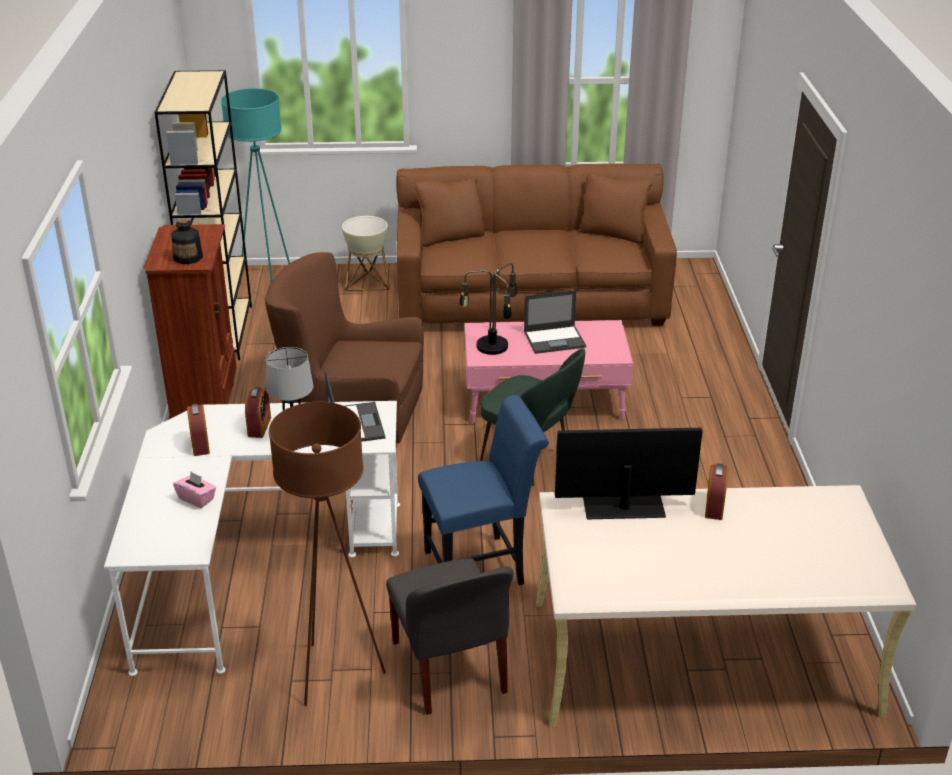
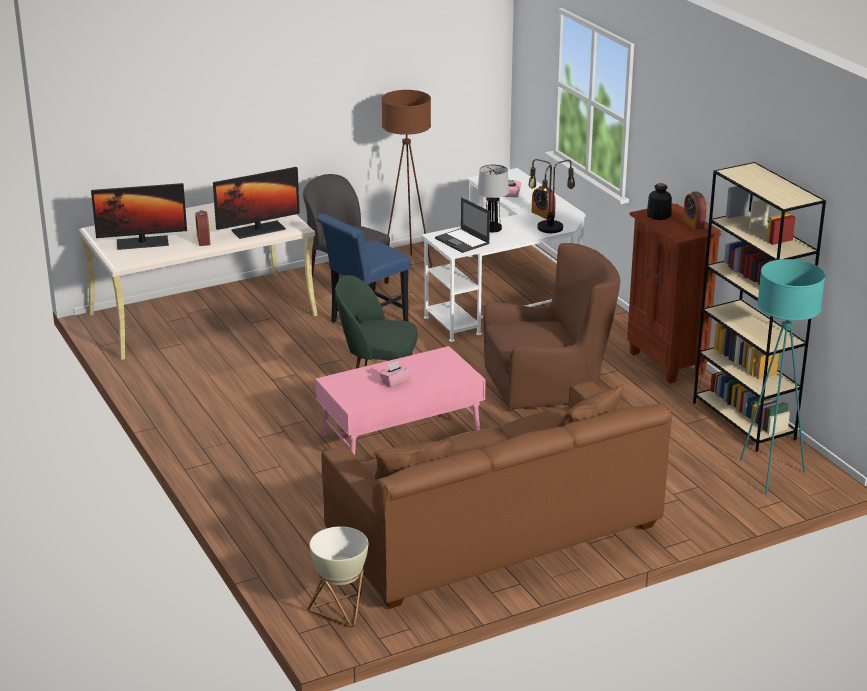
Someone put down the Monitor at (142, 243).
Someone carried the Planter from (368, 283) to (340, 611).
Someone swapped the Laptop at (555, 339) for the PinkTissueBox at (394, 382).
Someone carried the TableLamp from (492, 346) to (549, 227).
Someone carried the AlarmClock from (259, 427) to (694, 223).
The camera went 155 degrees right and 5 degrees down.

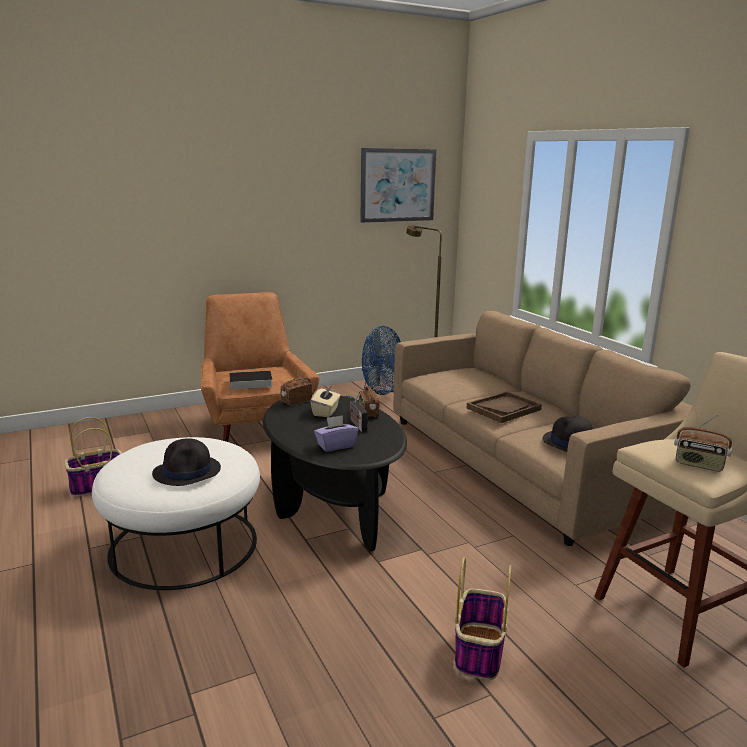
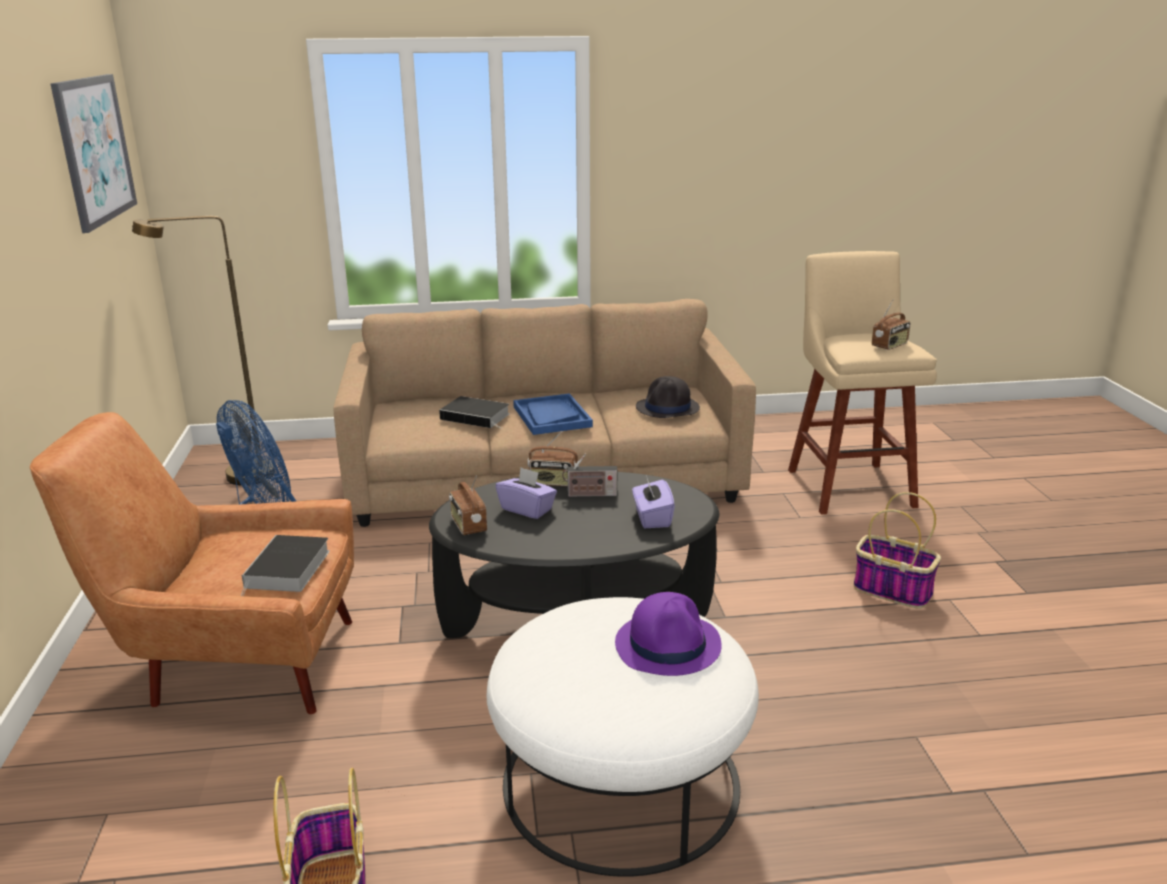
Someone put down the Book at (477, 416).
Someone repainted the BeigeTissueBox at (326, 412), which became the PurpleTissueBox at (527, 509).
Someone repainted the BrownTray at (503, 409), which became the BlueTray at (551, 416).
Someone repainted the BlackHat at (187, 472), which became the PurpleHat at (668, 645).
The camera went 70 degrees left and 5 degrees up.

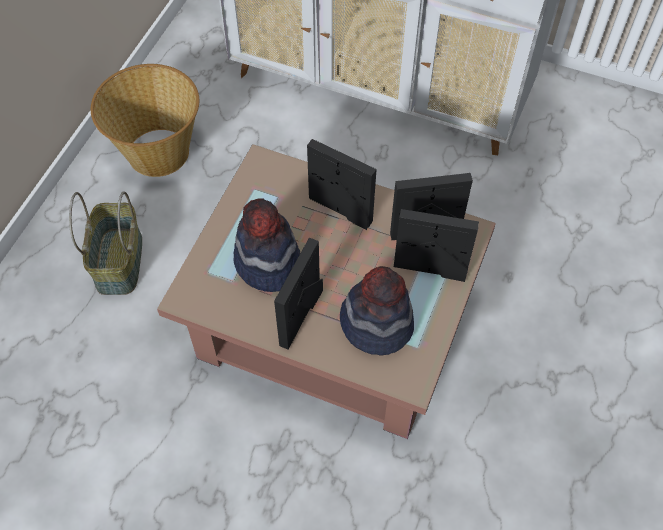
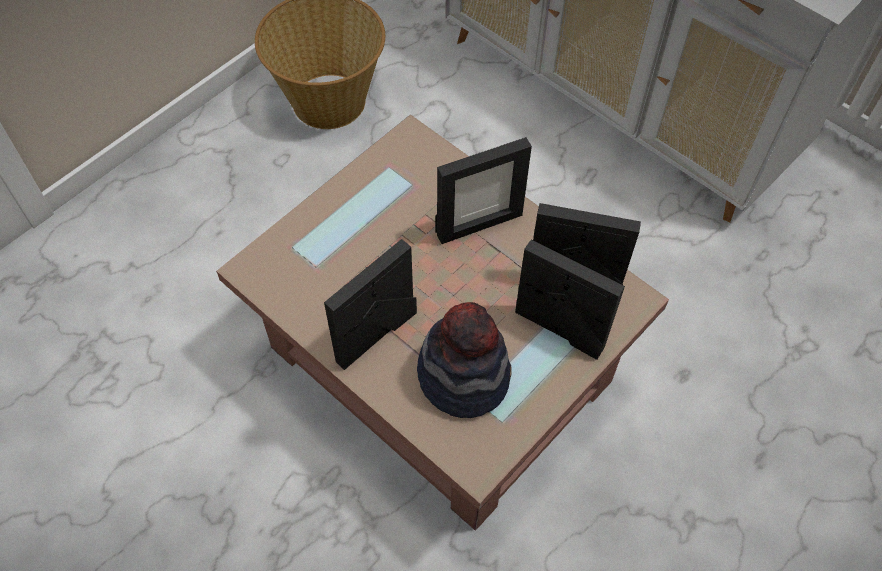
Someone rotated the PictureFrame at (339, 211) by 105 degrees clockwise.
Someone took away the Basket at (118, 261).
Someone took away the Hat at (267, 263).
The camera went 20 degrees right and 0 degrees up.

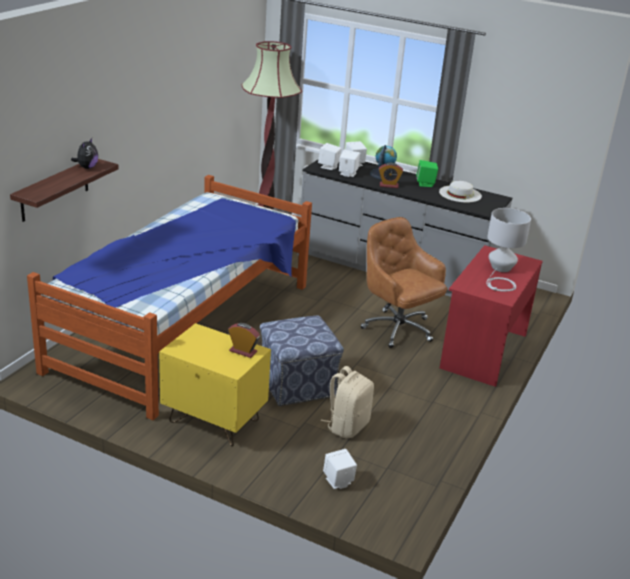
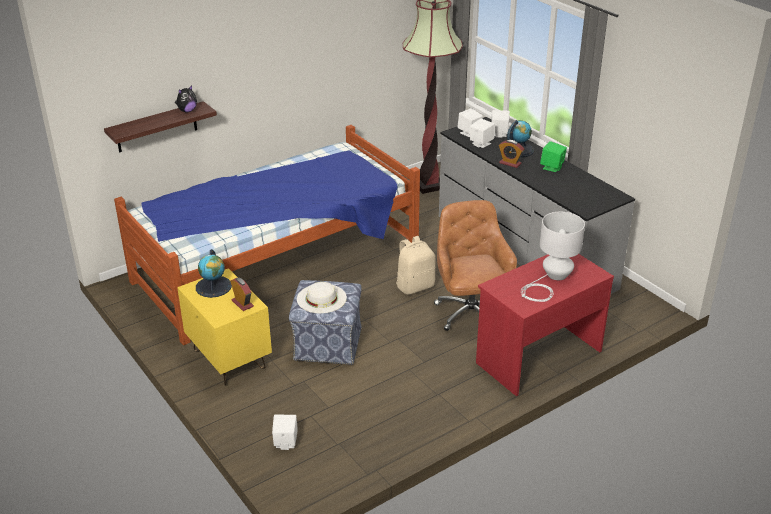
Someone put down the Globe at (213, 286).
Someone carried the WhiteHat from (460, 194) to (321, 298).
Someone carried the BeigeBackpack from (347, 426) to (415, 286).
The camera went 30 degrees right and 5 degrees up.

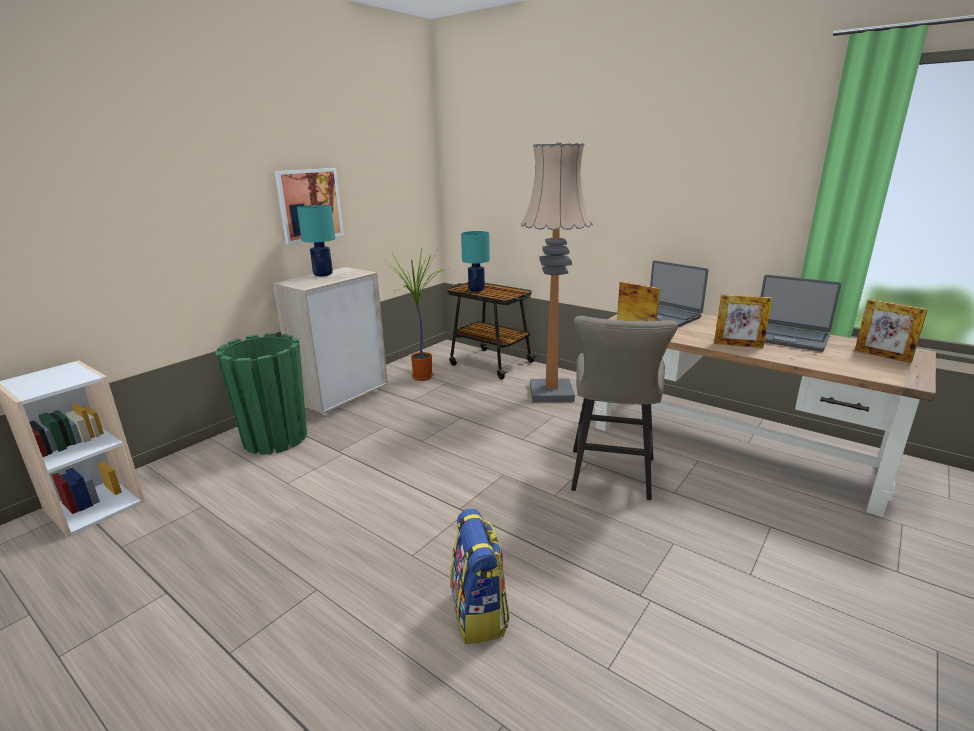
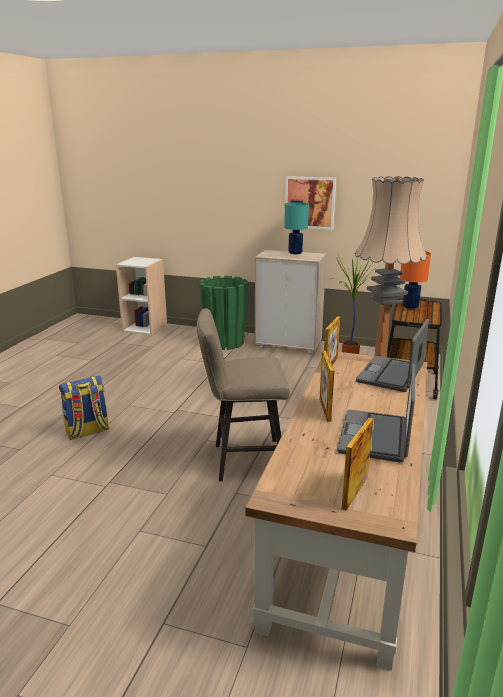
Someone repainted the TurquoiseTableLamp at (476, 290), which became the OrangeTableLamp at (410, 307).
The camera went 70 degrees right and 0 degrees up.

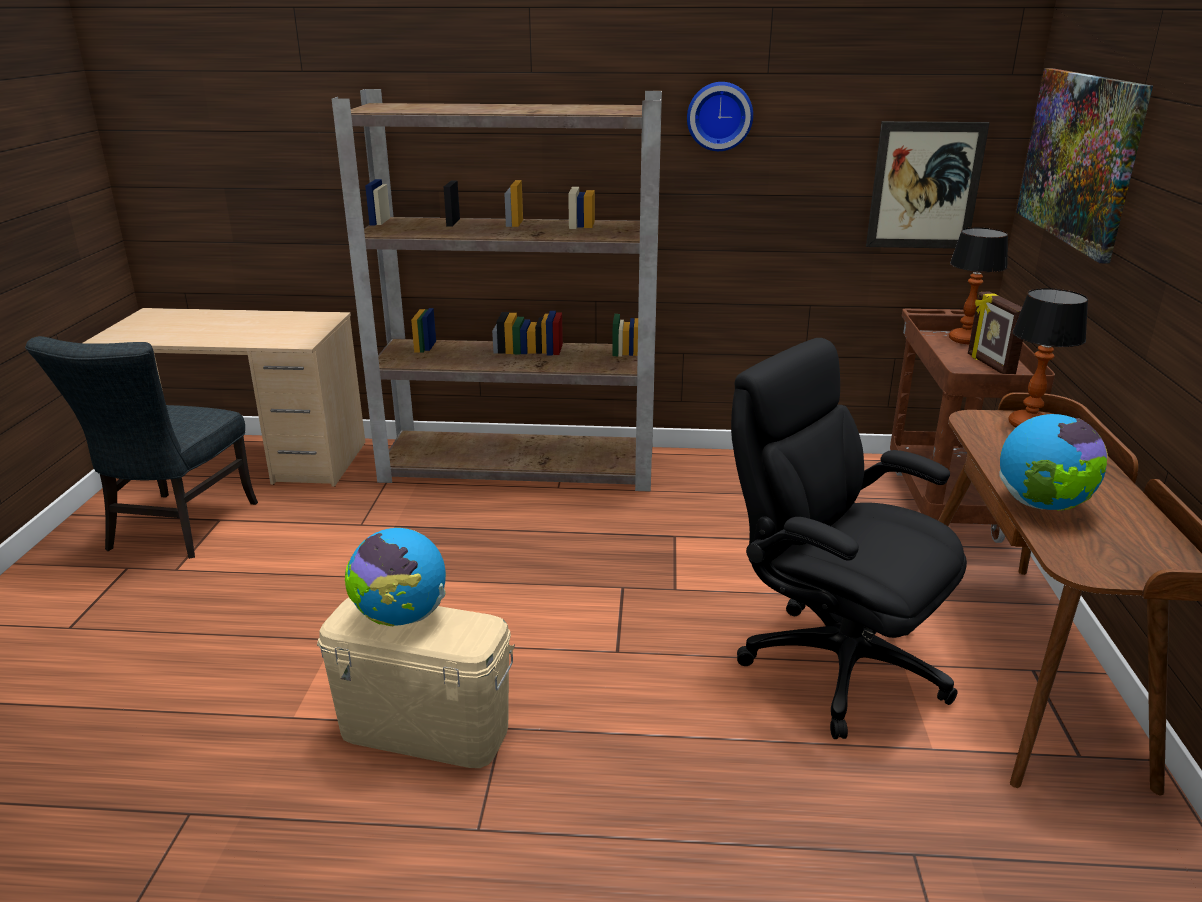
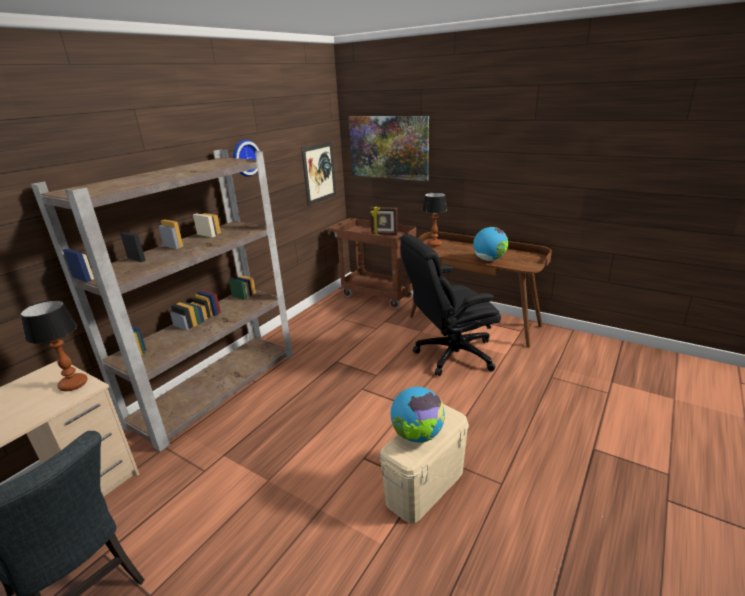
Someone carried the TableLamp from (965, 340) to (74, 384).
The camera went 60 degrees left and 0 degrees up.

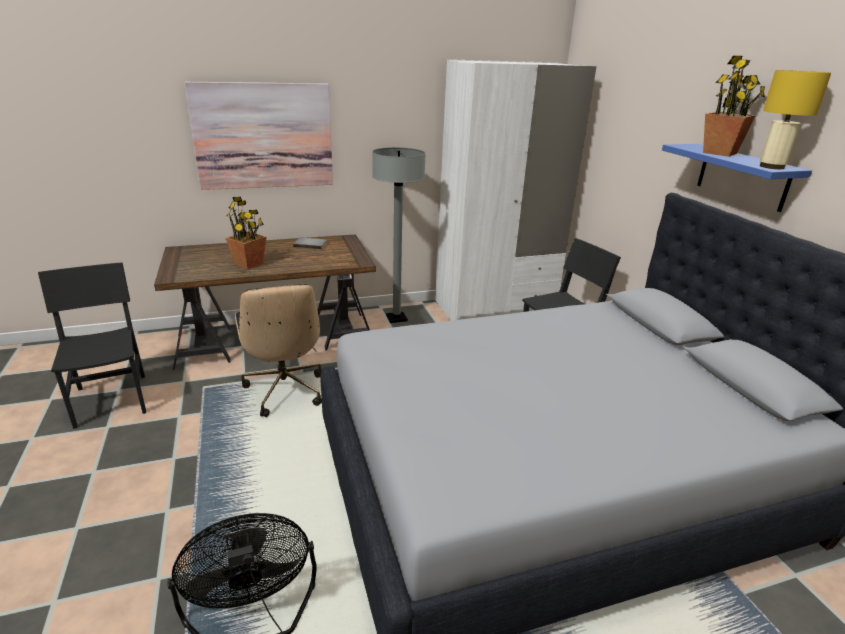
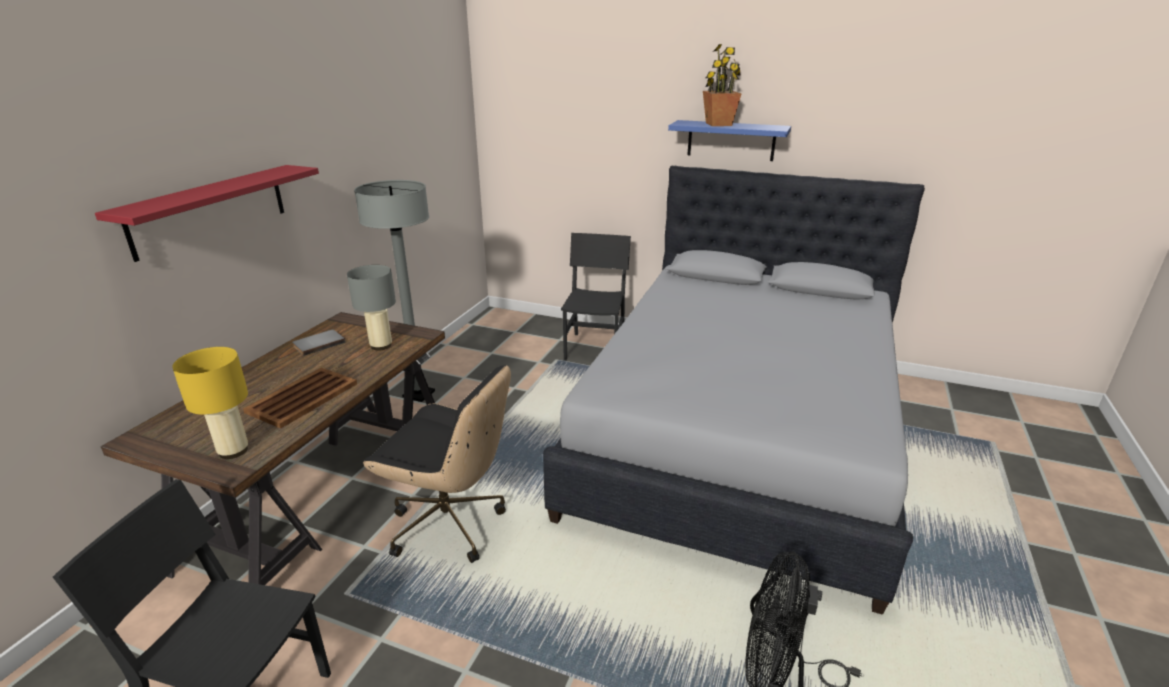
Someone swapped the Picture at (264, 136) for the RedShelf at (210, 210).
Someone carried the YellowTableLamp from (771, 167) to (233, 450).
Someone swapped the PottedPlant at (249, 264) for the BrownTray at (301, 398).
Someone put down the GreyTableLamp at (380, 345).
Someone took away the WhiteWardrobe at (494, 308).
The camera went 50 degrees left and 0 degrees up.

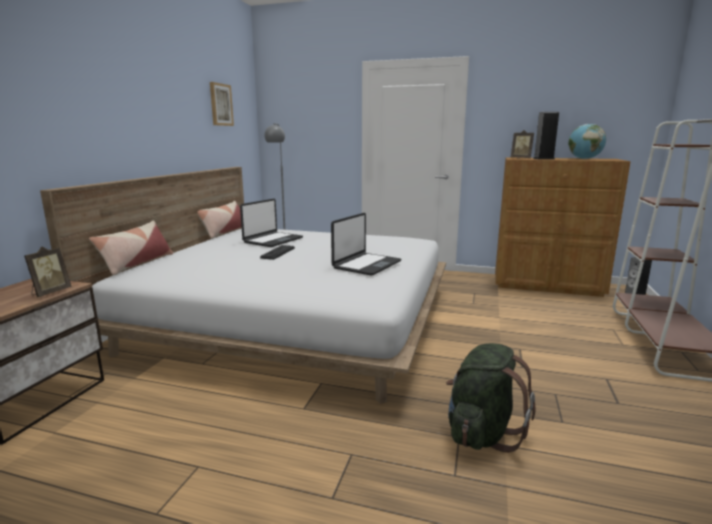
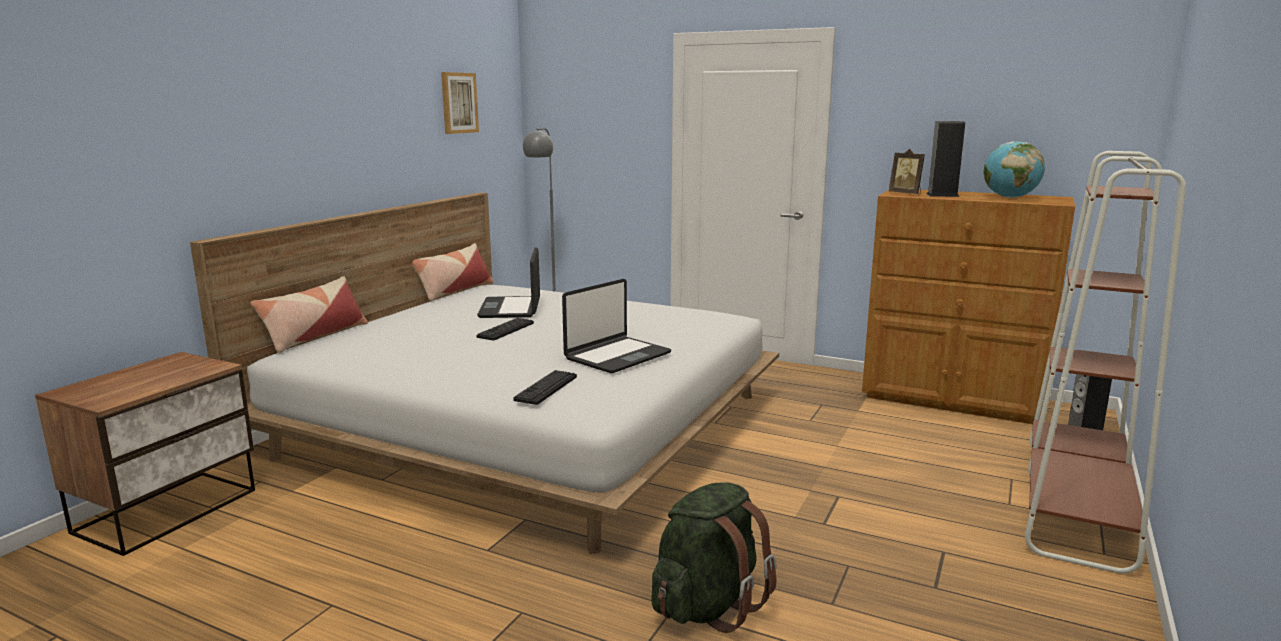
Someone rotated the Laptop at (273, 240) by 135 degrees clockwise.
Someone put down the Keyboard at (546, 388).
Someone took away the PictureFrame at (50, 292).
The camera went 10 degrees right and 0 degrees up.

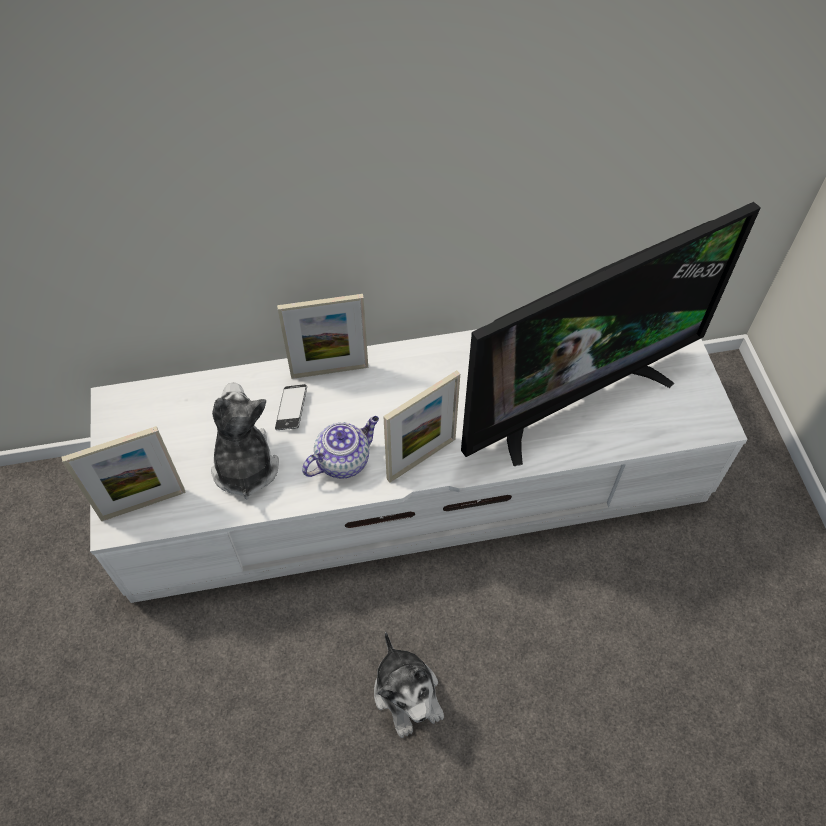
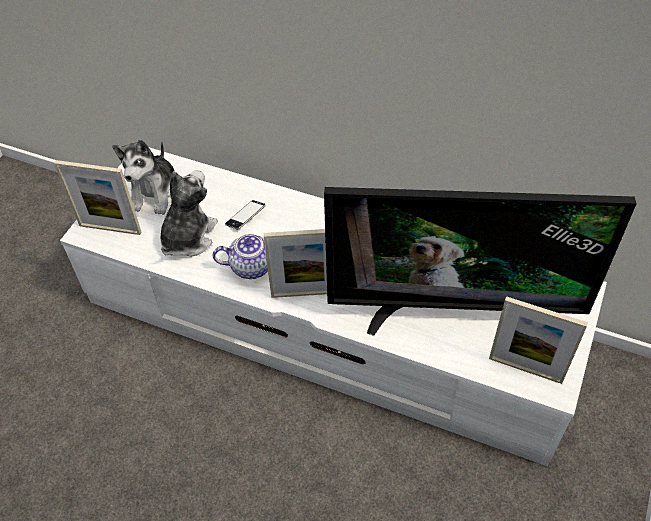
Someone carried the PlushToy from (408, 694) to (155, 192).
Someone carried the PictureFrame from (329, 371) to (525, 369).
The camera went 35 degrees right and 5 degrees down.

